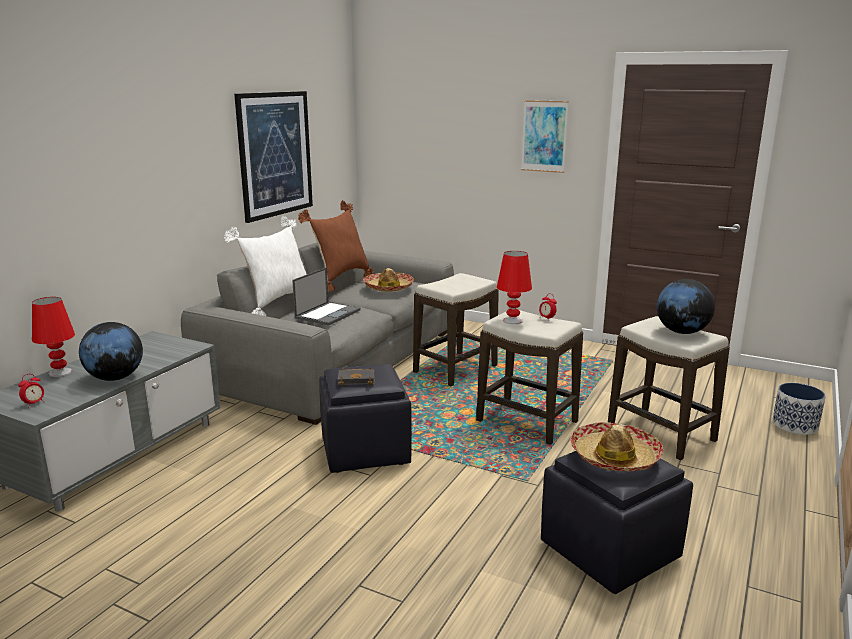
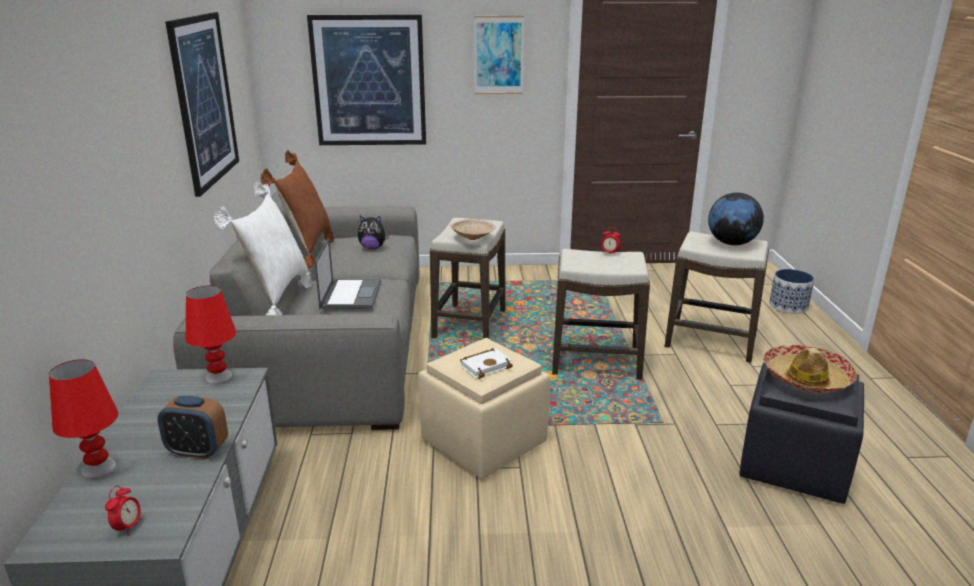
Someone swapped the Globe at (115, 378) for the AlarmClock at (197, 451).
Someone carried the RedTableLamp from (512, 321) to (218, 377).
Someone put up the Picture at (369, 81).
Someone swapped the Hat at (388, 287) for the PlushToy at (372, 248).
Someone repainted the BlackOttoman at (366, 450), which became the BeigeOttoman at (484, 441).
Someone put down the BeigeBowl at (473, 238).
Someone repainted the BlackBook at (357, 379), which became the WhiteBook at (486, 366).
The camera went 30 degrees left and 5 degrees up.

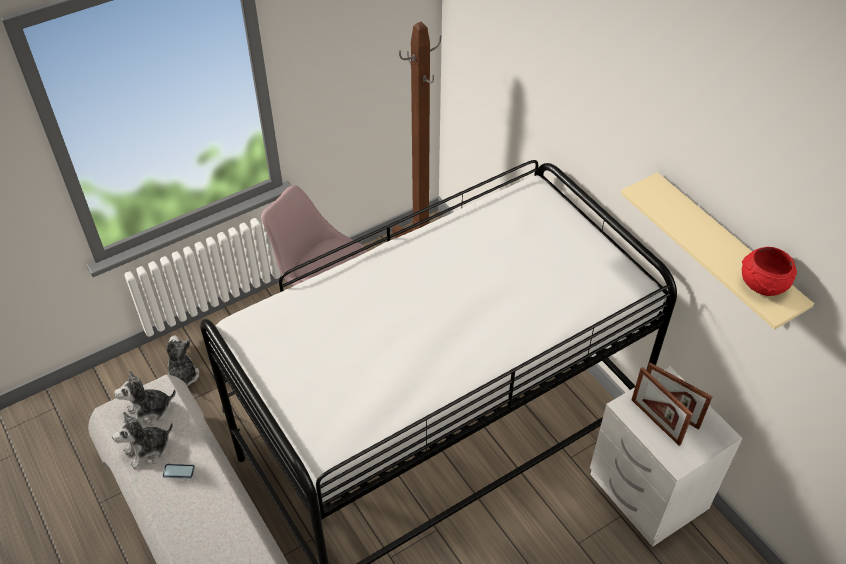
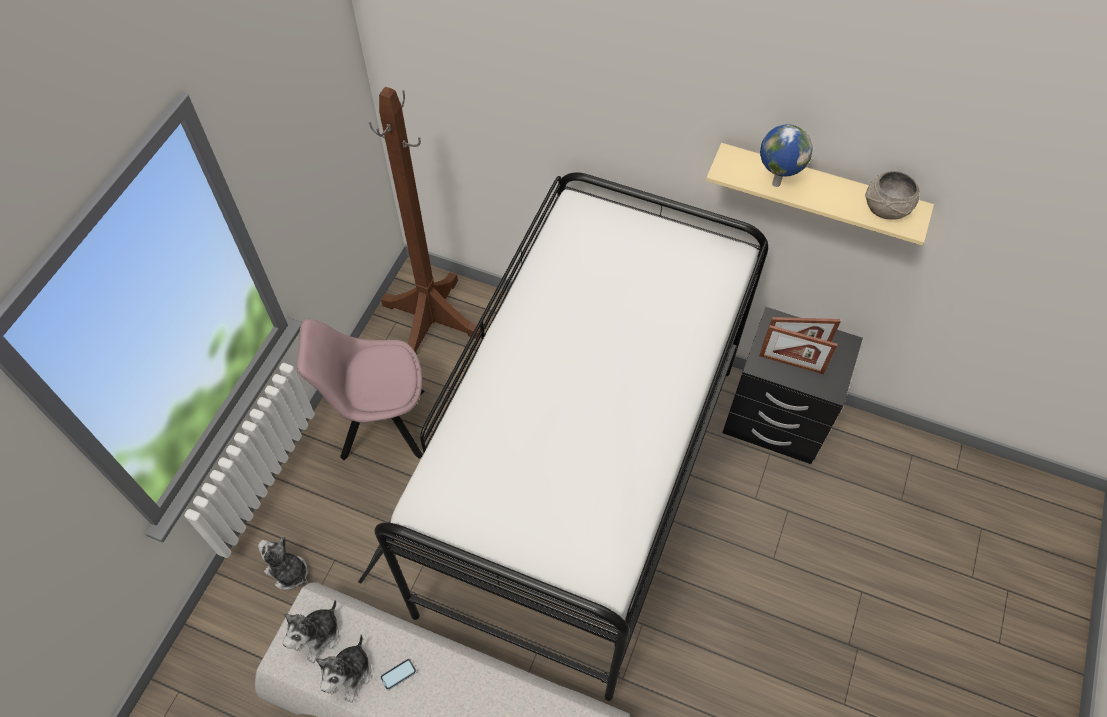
Someone repainted the WhiteNightstand at (646, 493), which became the BlackNightstand at (775, 421).
Someone put down the Globe at (775, 183).
Someone repainted the RedBowl at (762, 284), which became the GreyBowl at (885, 209).
The camera went 35 degrees left and 10 degrees up.

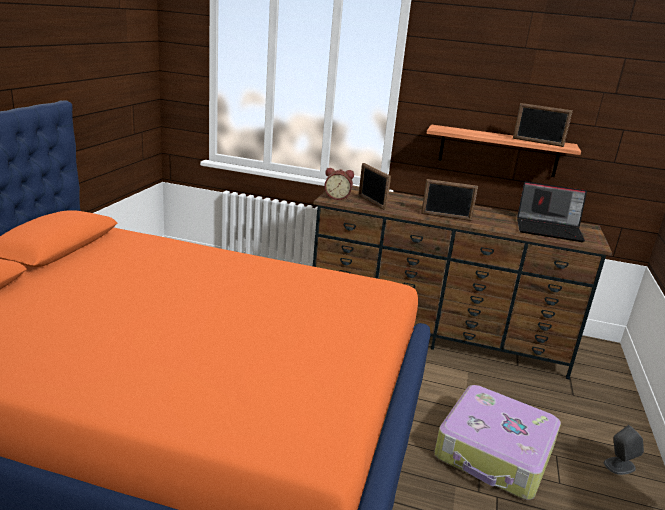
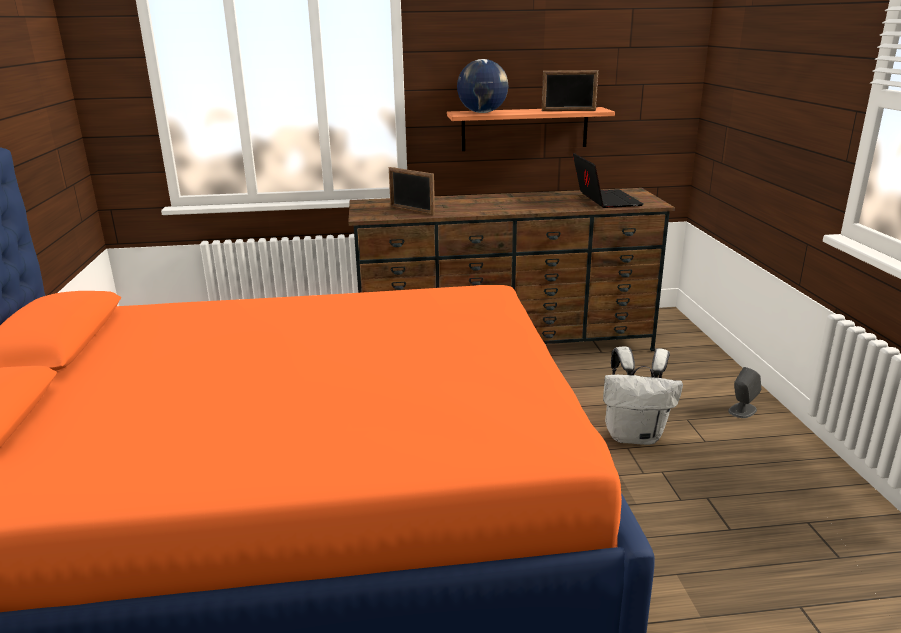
Someone put down the Globe at (483, 112).
Someone rotated the Laptop at (549, 229) by 90 degrees counterclockwise.
Someone swapped the Suitcase at (494, 453) for the WhiteBackpack at (634, 435).
Someone took away the AlarmClock at (337, 197).
Someone took away the PictureFrame at (446, 217).
The camera went 20 degrees left and 0 degrees up.

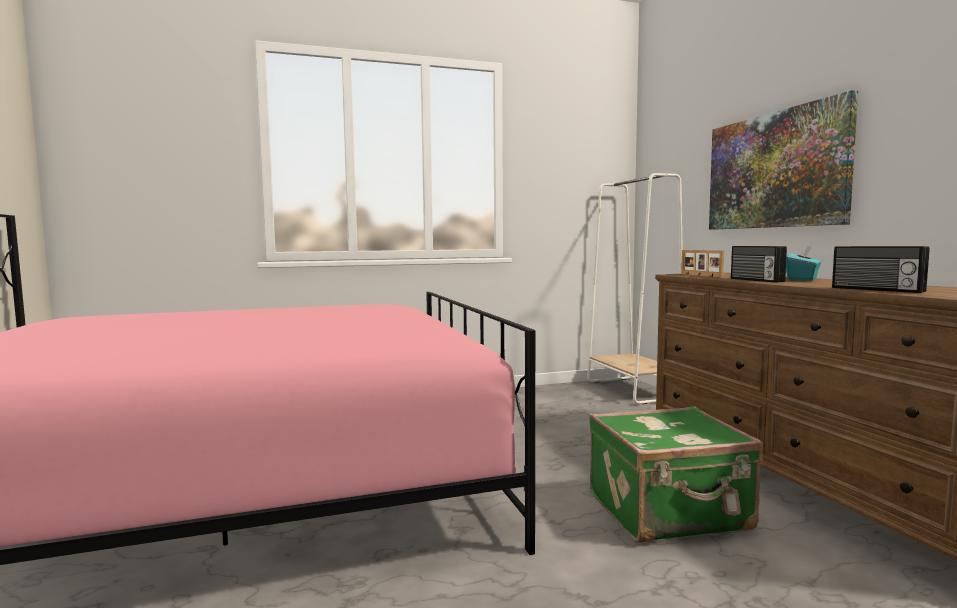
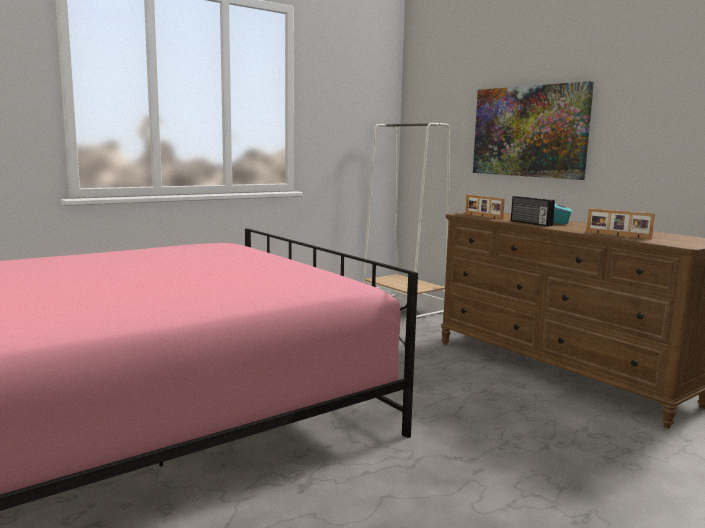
Someone swapped the Radio at (876, 290) for the PictureFrame at (617, 235).
Someone took away the GreenSuitcase at (669, 512).
The camera went 20 degrees left and 5 degrees up.

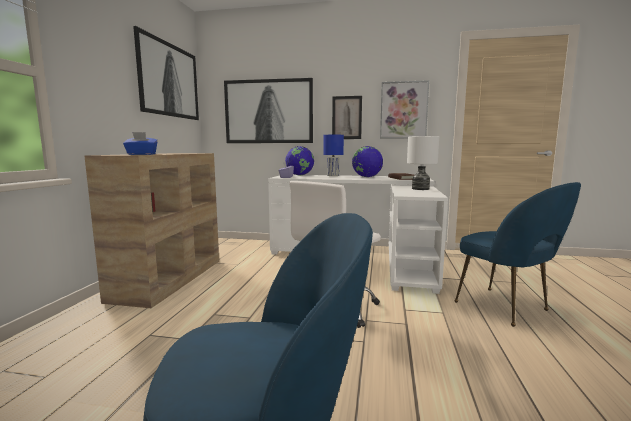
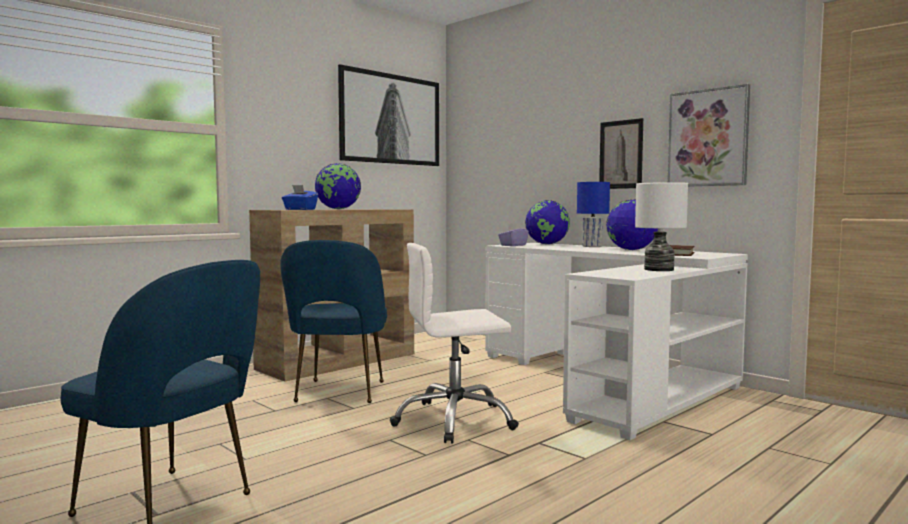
Someone carried the BlueChair from (507, 309) to (338, 394).
Someone put down the Globe at (338, 209).
Someone took away the Picture at (269, 111).
The camera went 35 degrees right and 5 degrees down.

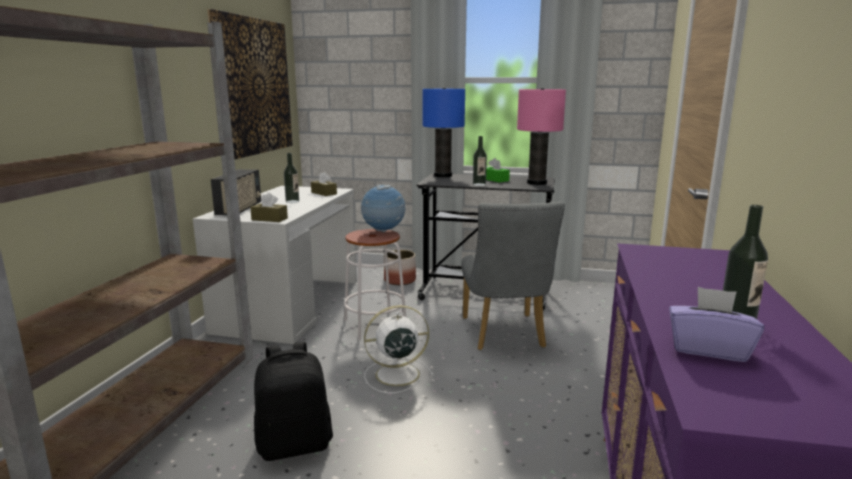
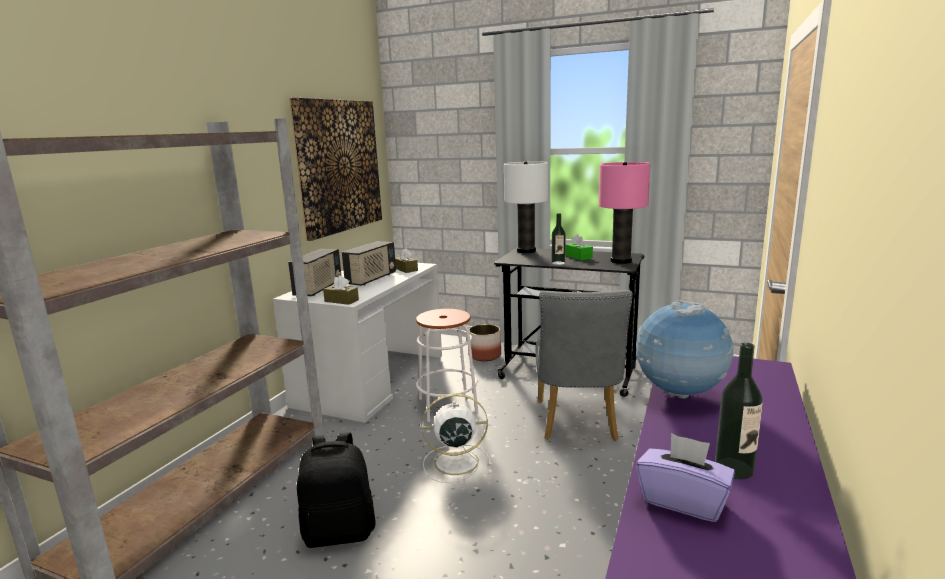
Someone swapped the Bottle at (292, 201) for the Radio at (371, 279).
Someone repainted the BlueTableLamp at (443, 175), which became the WhiteTableLamp at (526, 251).
Someone carried the Globe from (383, 231) to (679, 395).
The camera went 10 degrees right and 0 degrees up.

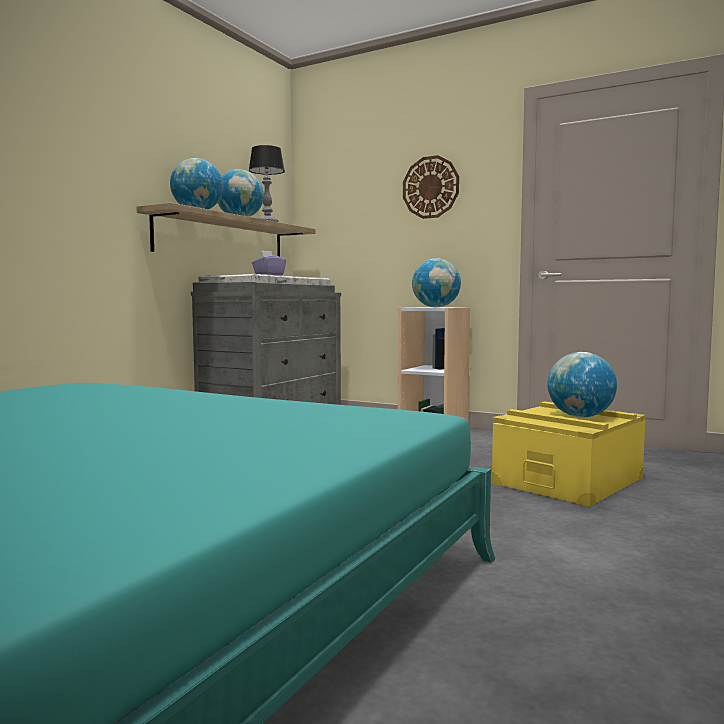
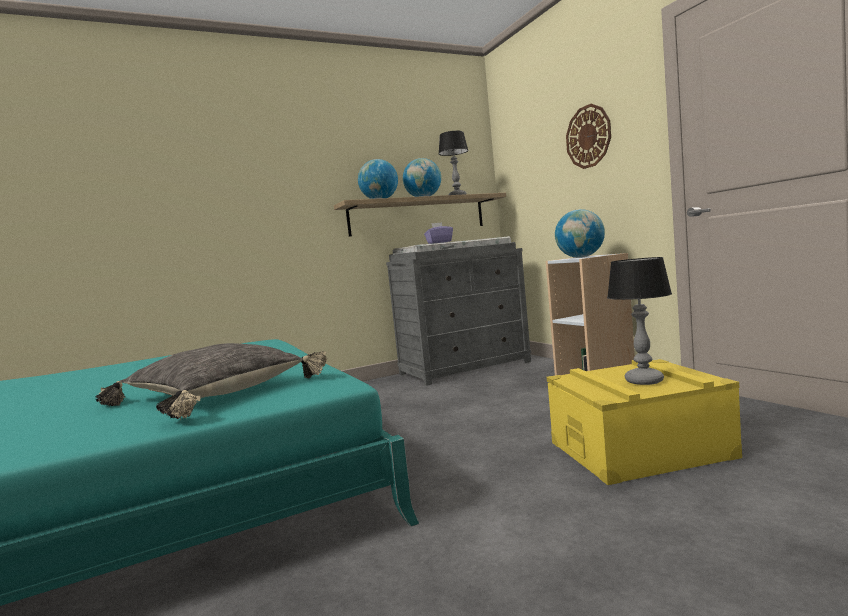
Someone put down the Pillow at (217, 391).
Someone swapped the Globe at (580, 416) for the TableLamp at (643, 380).
The camera went 35 degrees right and 0 degrees up.

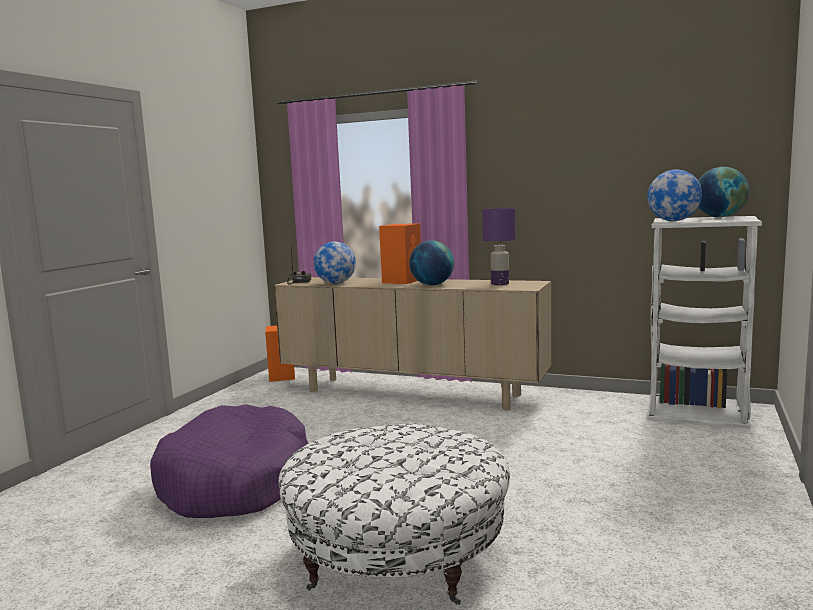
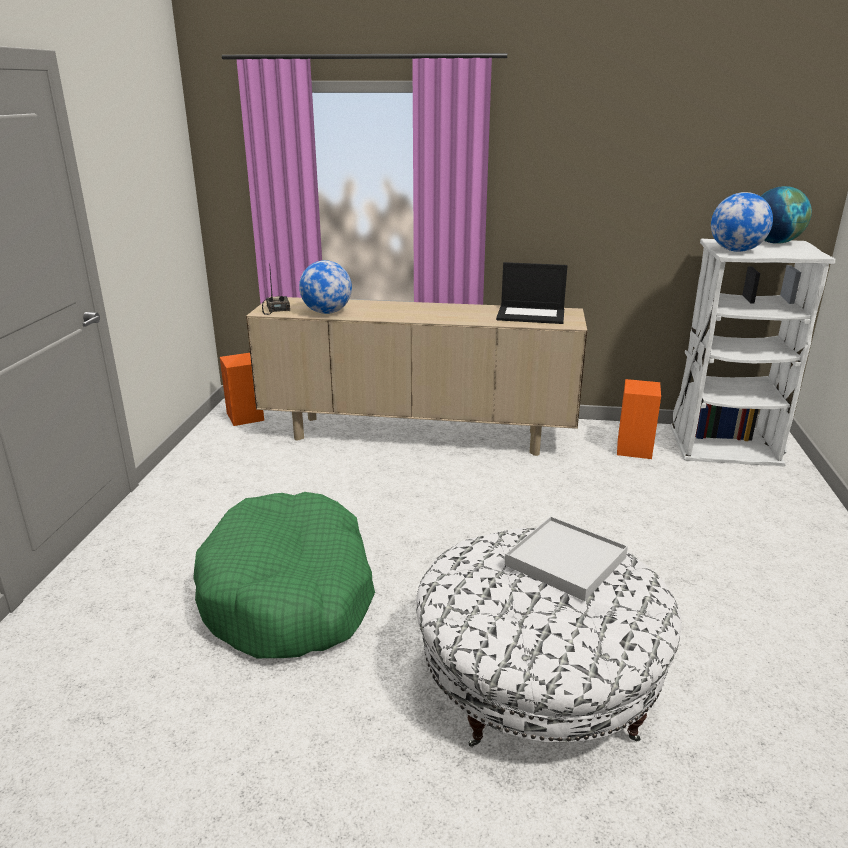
Someone repainted the PurpleDogBed at (236, 482), which became the GreenDogBed at (290, 594).
Someone swapped the PurpleTableLamp at (500, 284) for the Laptop at (531, 315).
Someone put down the WhiteTray at (565, 561).
Someone carried the OrangeSpeaker from (402, 281) to (634, 448).
Someone took away the Globe at (432, 285).
The camera went 15 degrees left and 15 degrees up.

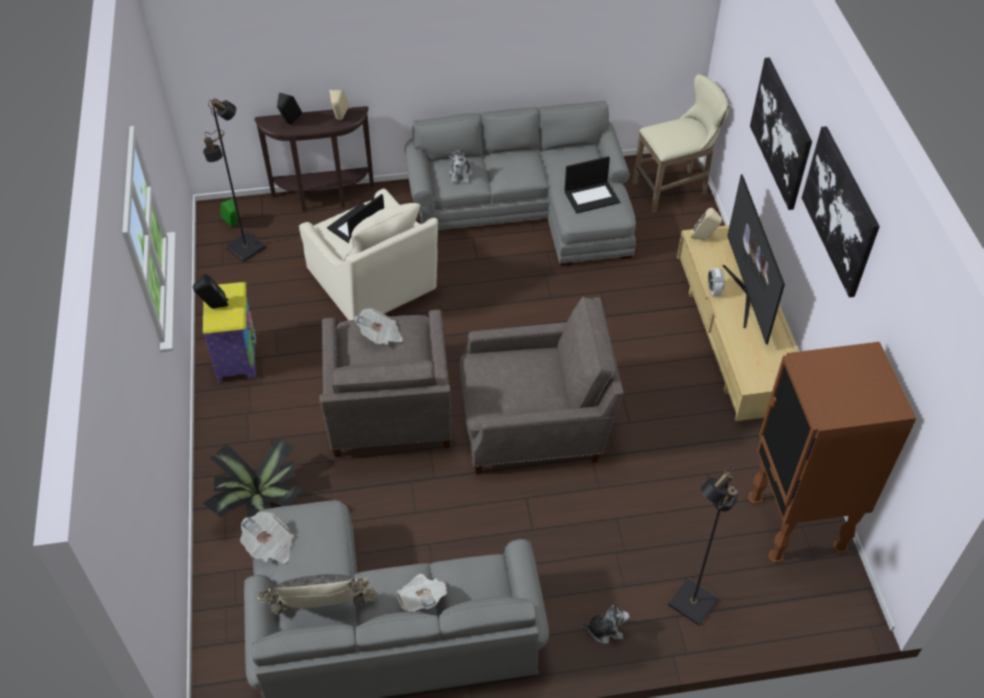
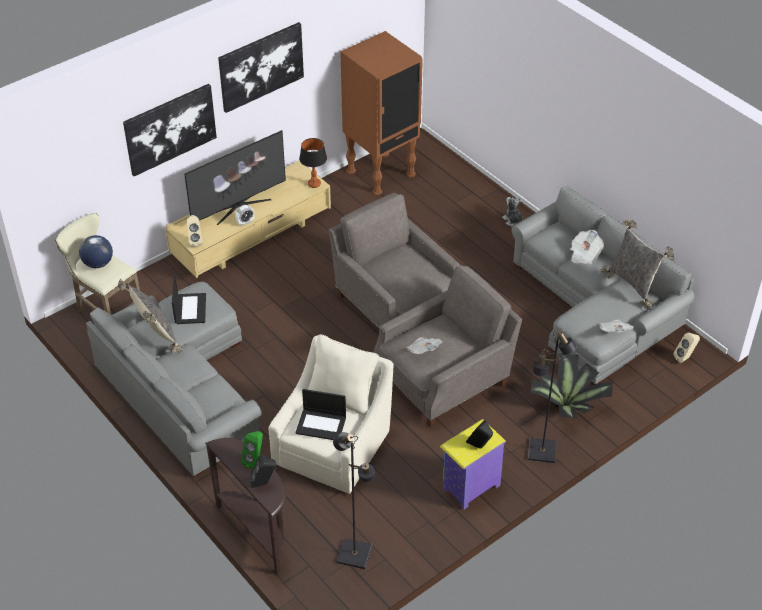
Someone put down the Globe at (98, 263).
Someone put down the Pillow at (153, 340).
Someone rotated the Laptop at (592, 196) by 45 degrees clockwise.
Someone carried the GreenSpeaker from (233, 225) to (254, 460).
Someone put down the TableLamp at (314, 184).
Someone carried the BlackFloorLamp from (693, 602) to (542, 451).
Someone carried the BeigeSpeaker from (340, 119) to (685, 358).
Someone took away the PlushToy at (460, 174).
The camera went 120 degrees left and 5 degrees down.

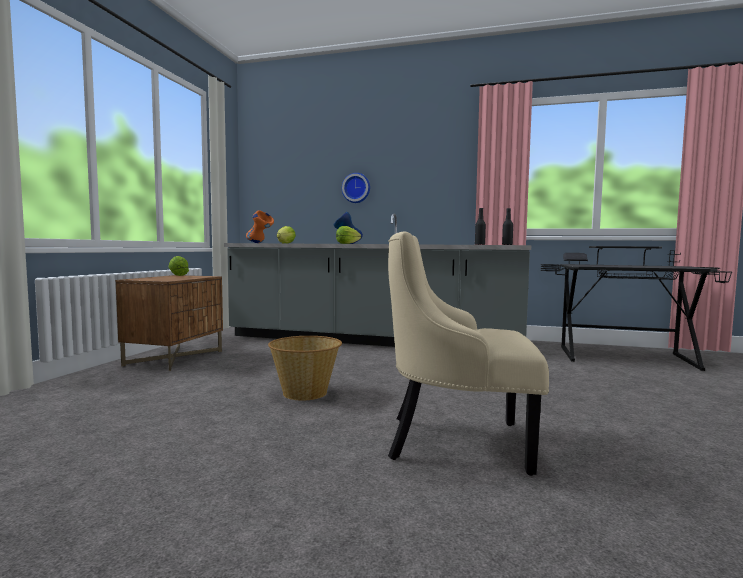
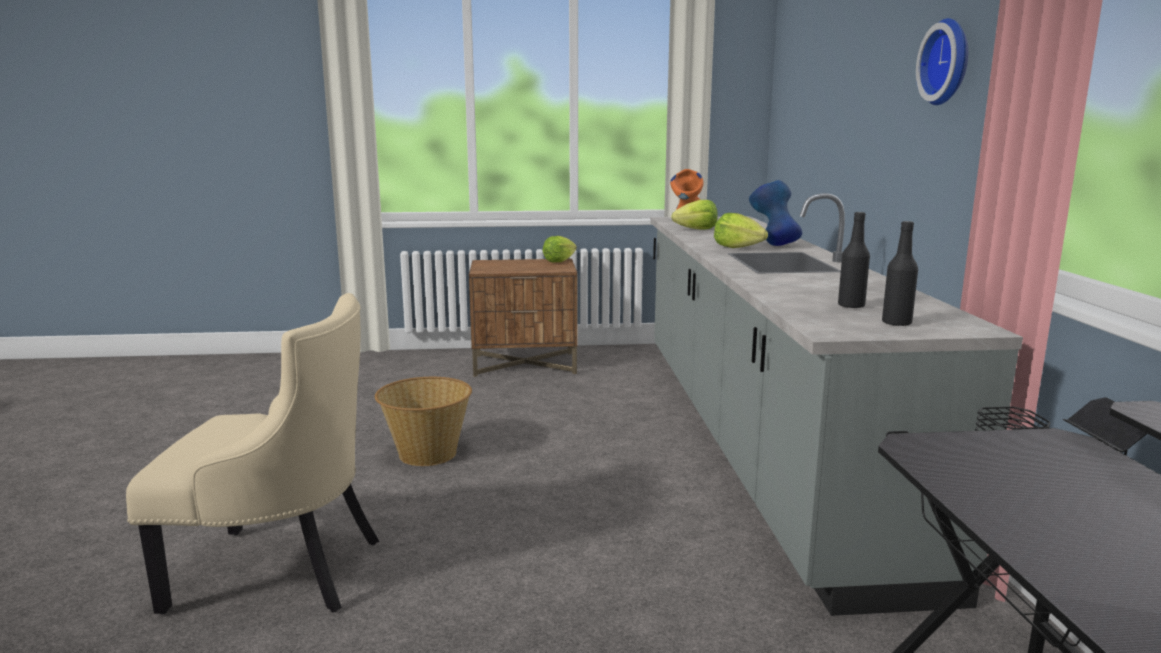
Someone rotated the BeigeChair at (460, 442) by 105 degrees clockwise.
Someone carried the WallClock from (356, 188) to (949, 62).
The camera went 70 degrees right and 10 degrees up.

